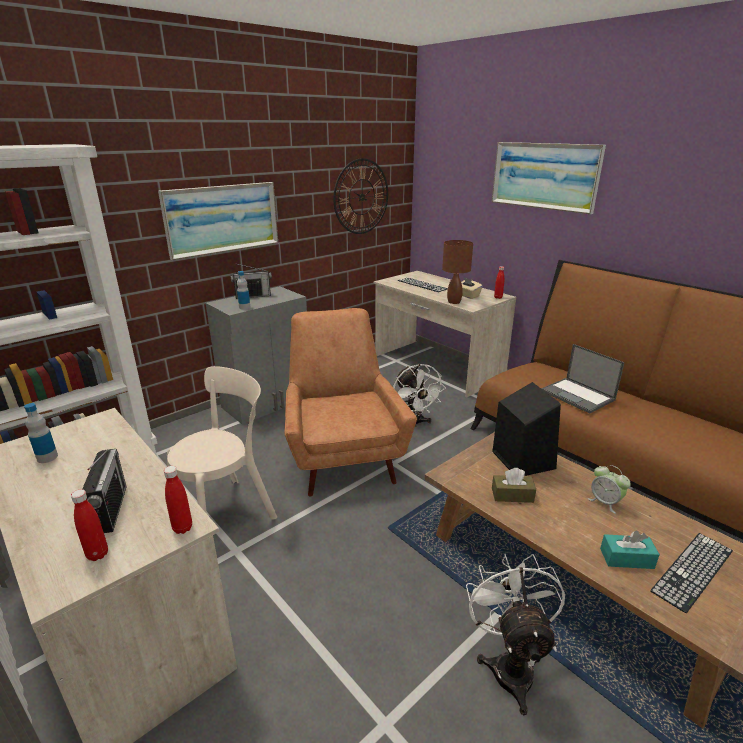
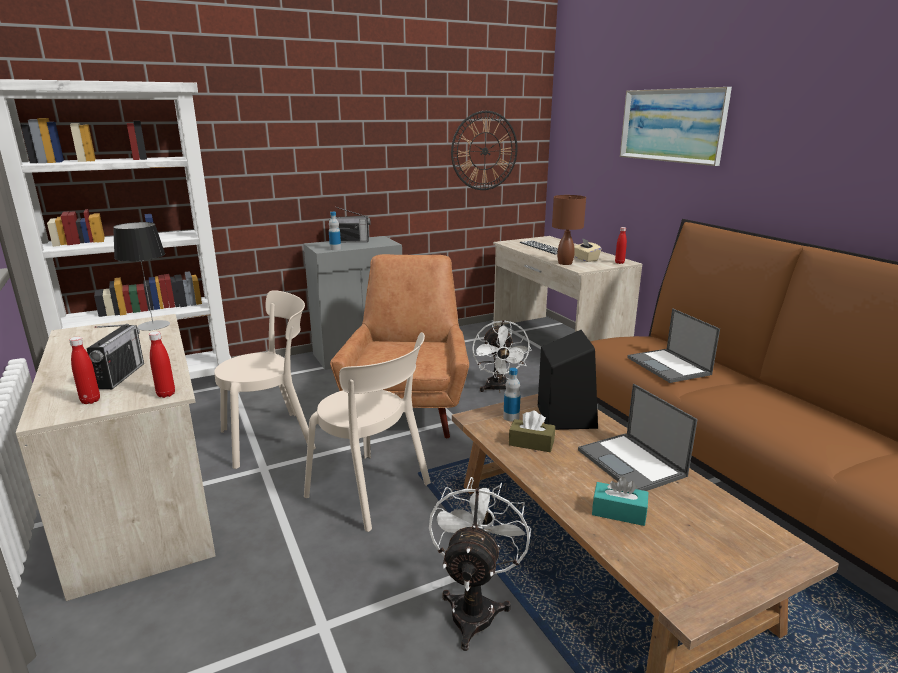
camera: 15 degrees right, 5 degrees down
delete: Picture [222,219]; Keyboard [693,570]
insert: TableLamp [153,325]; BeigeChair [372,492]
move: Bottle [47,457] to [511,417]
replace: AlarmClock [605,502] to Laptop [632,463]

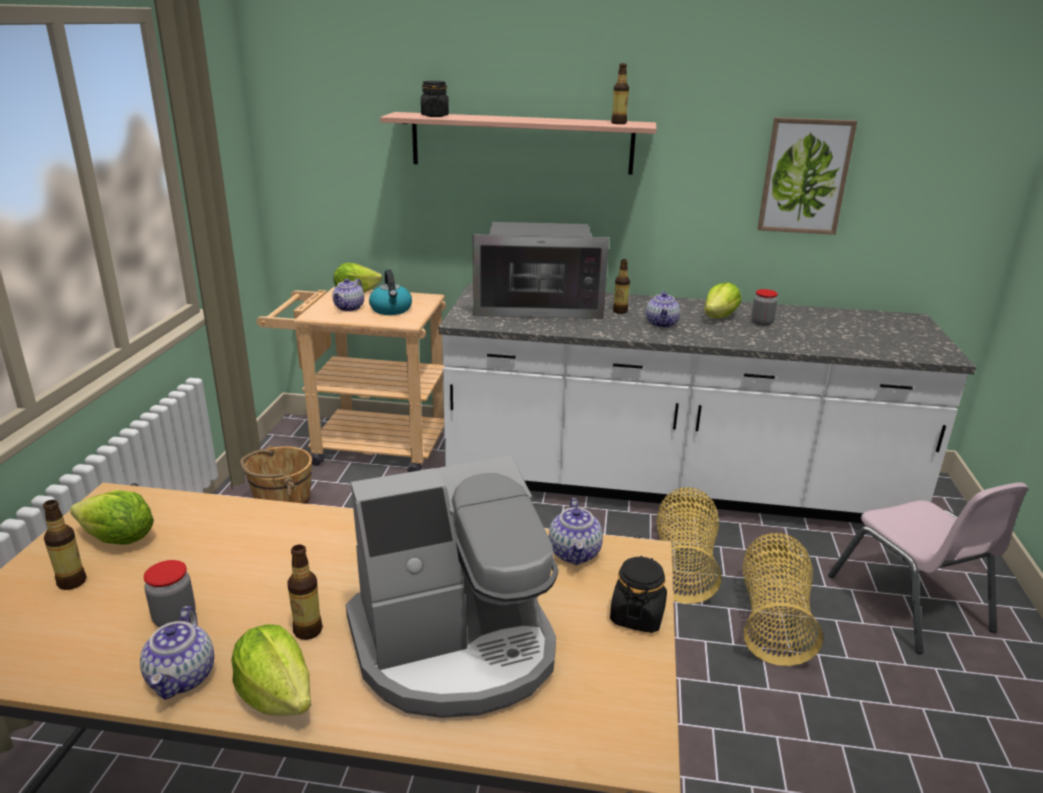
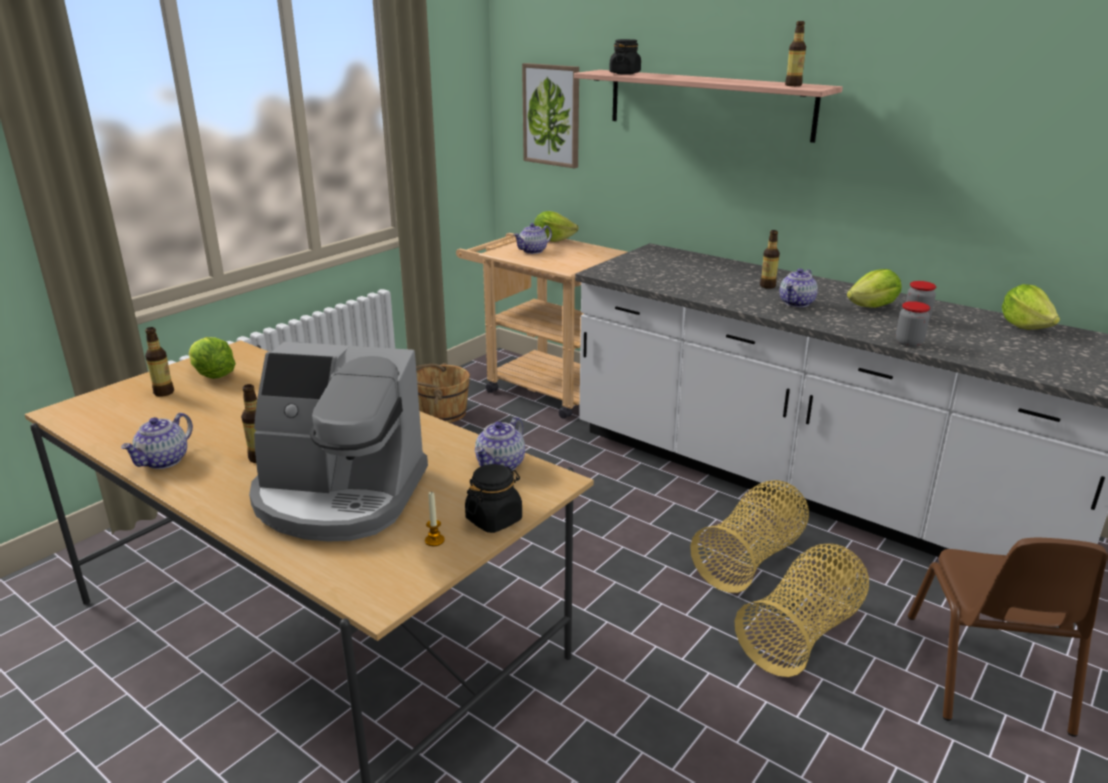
camera: 30 degrees right, 0 degrees up
delete: Kettle [391,310]; Microwave [538,306]
insert: Candle [434,540]
move: Picture [804,176] to [552,115]; Jar [175,619] to [909,342]; Lettuce [277,695] to [1025,326]
recolor: PinkChair [909,603] to BrownChair [986,672]

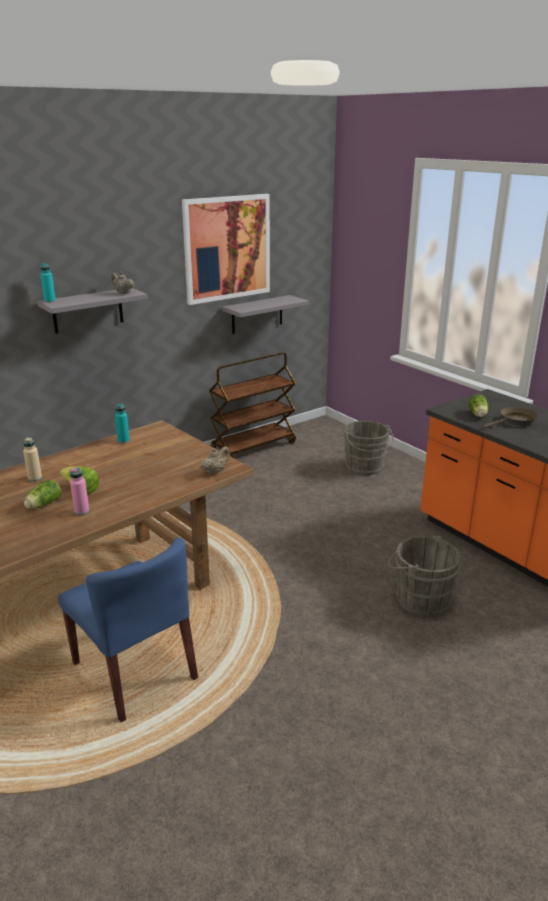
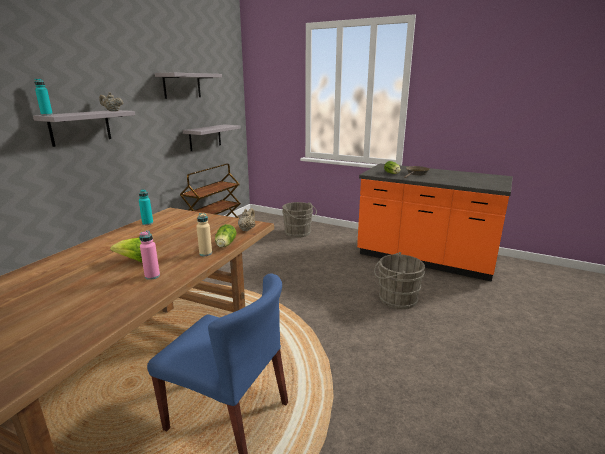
camera: 25 degrees left, 5 degrees down
move: BeigeBottle [35,478] to [205,253]; Lettuce [43,505] to [225,245]
replace: Picture [227,248] to GreyShelf [182,85]

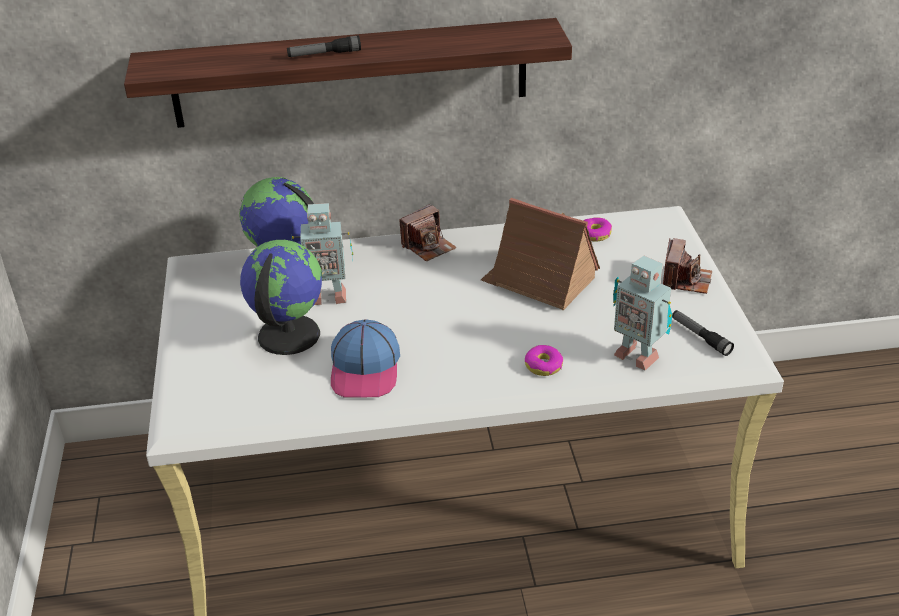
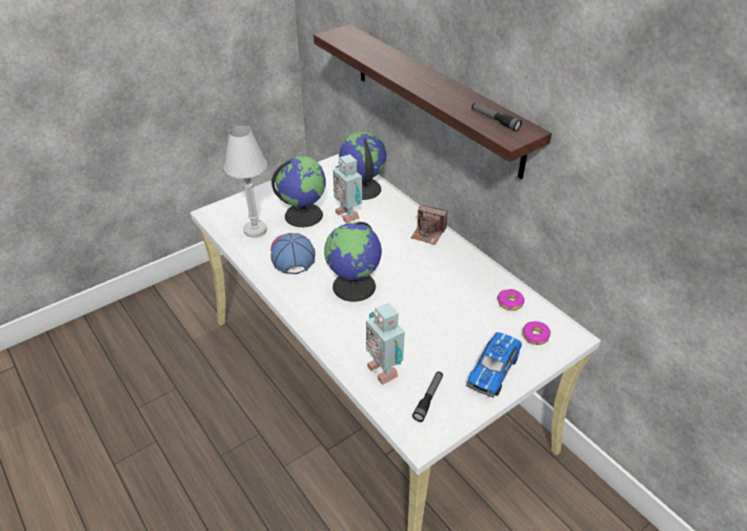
camera: 60 degrees right, 5 degrees up
delete: ToyHouse [539,280]
insert: WhiteTableLamp [255,230]; Globe [355,286]
move: Flashlight [324,54] to [494,120]; Donut [543,366] to [535,336]
replace: PhotoCamera [685,280] to ToyCar [493,370]
rotate: Cap [365,369] = [292,254] 105 degrees clockwise; ToyRobot [637,355] = [384,369] 45 degrees counterclockwise

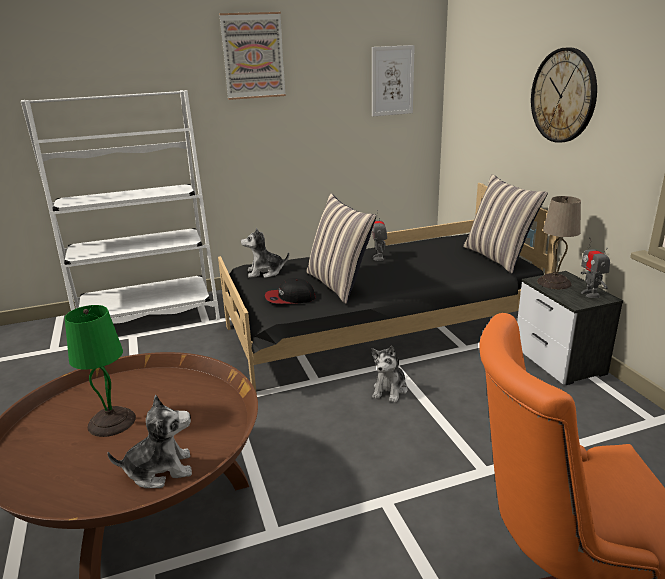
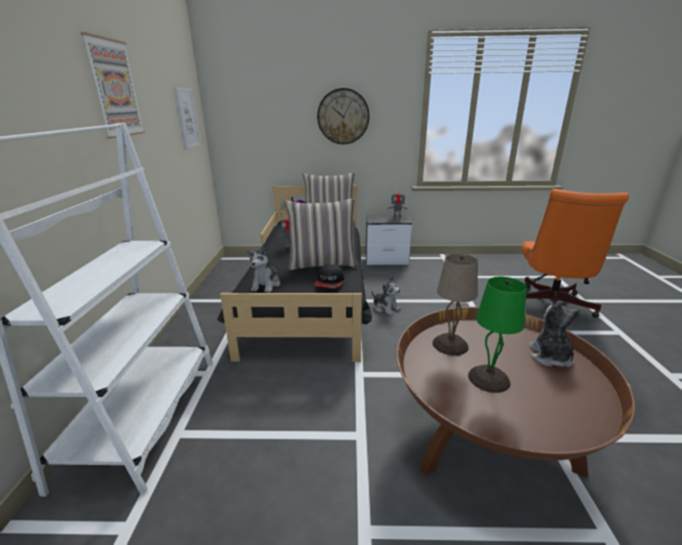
camera: 70 degrees left, 0 degrees up
move: BeigeTableLamp [554,282] to [450,344]

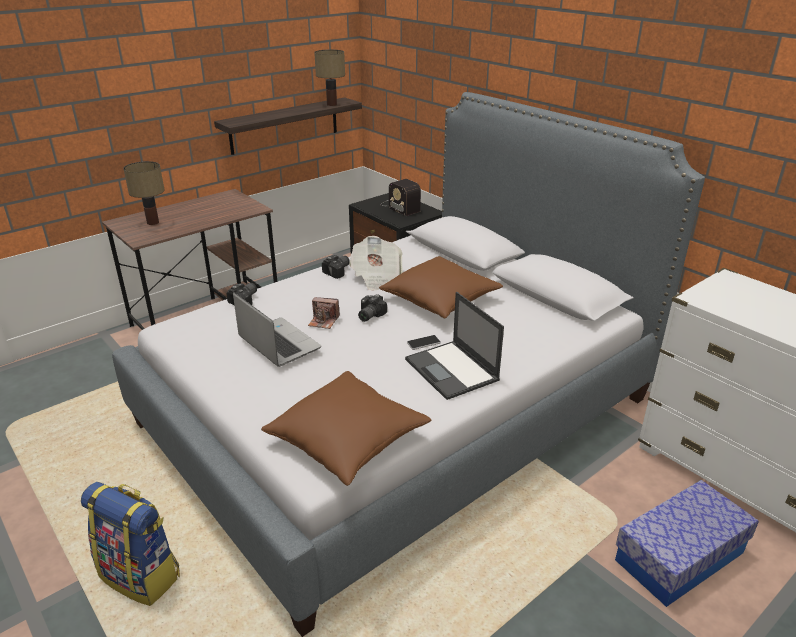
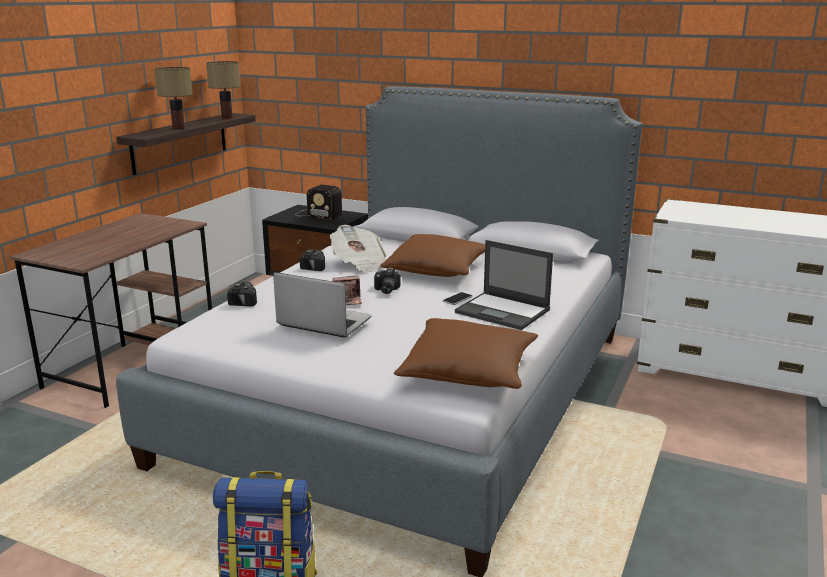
camera: 25 degrees left, 10 degrees down
delete: StorageBox [679,556]
move: TableLamp [153,222] to [178,128]

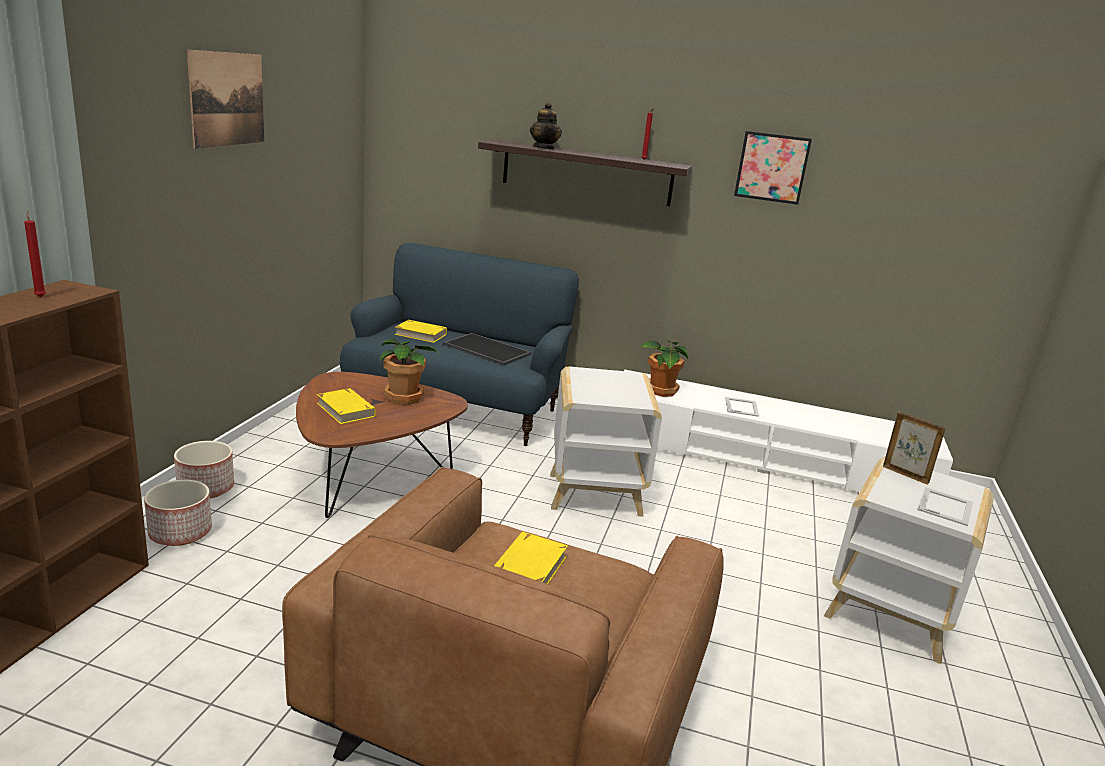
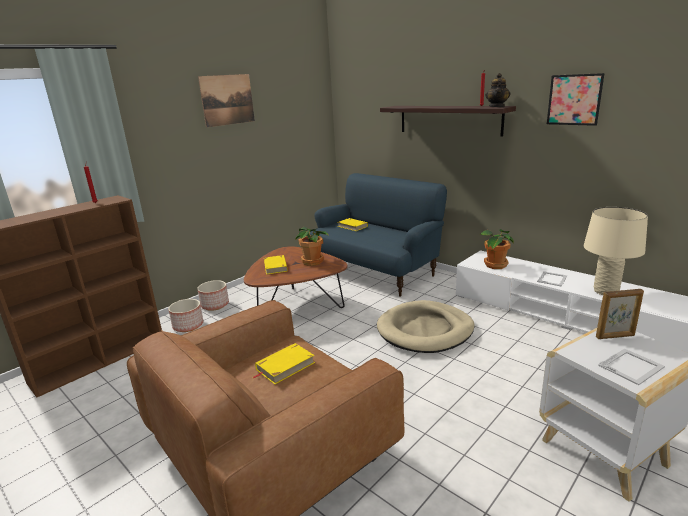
camera: 30 degrees right, 0 degrees up
delete: Tray [485,349]
insert: BeigeTableLamp [605,291]
move: Teapot [544,148] to [497,107]
replace: WhiteSideTable [596,494] to BeigeDogBed [425,330]
rotate: PictureFrame [905,474] = [615,336] 105 degrees clockwise

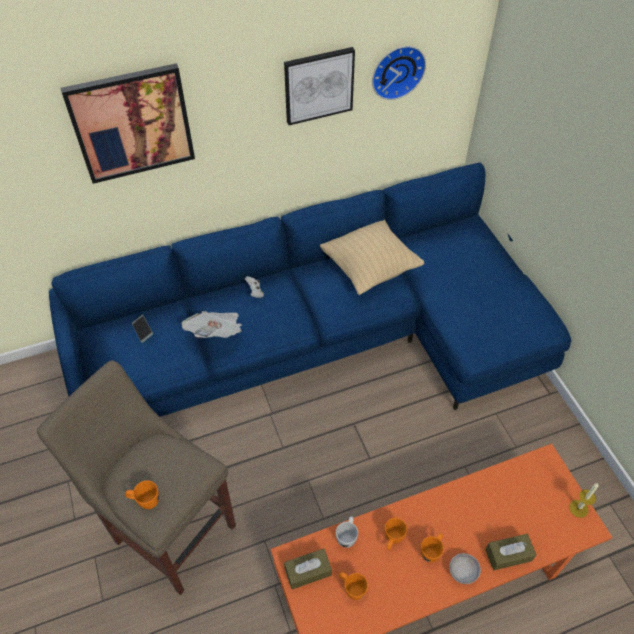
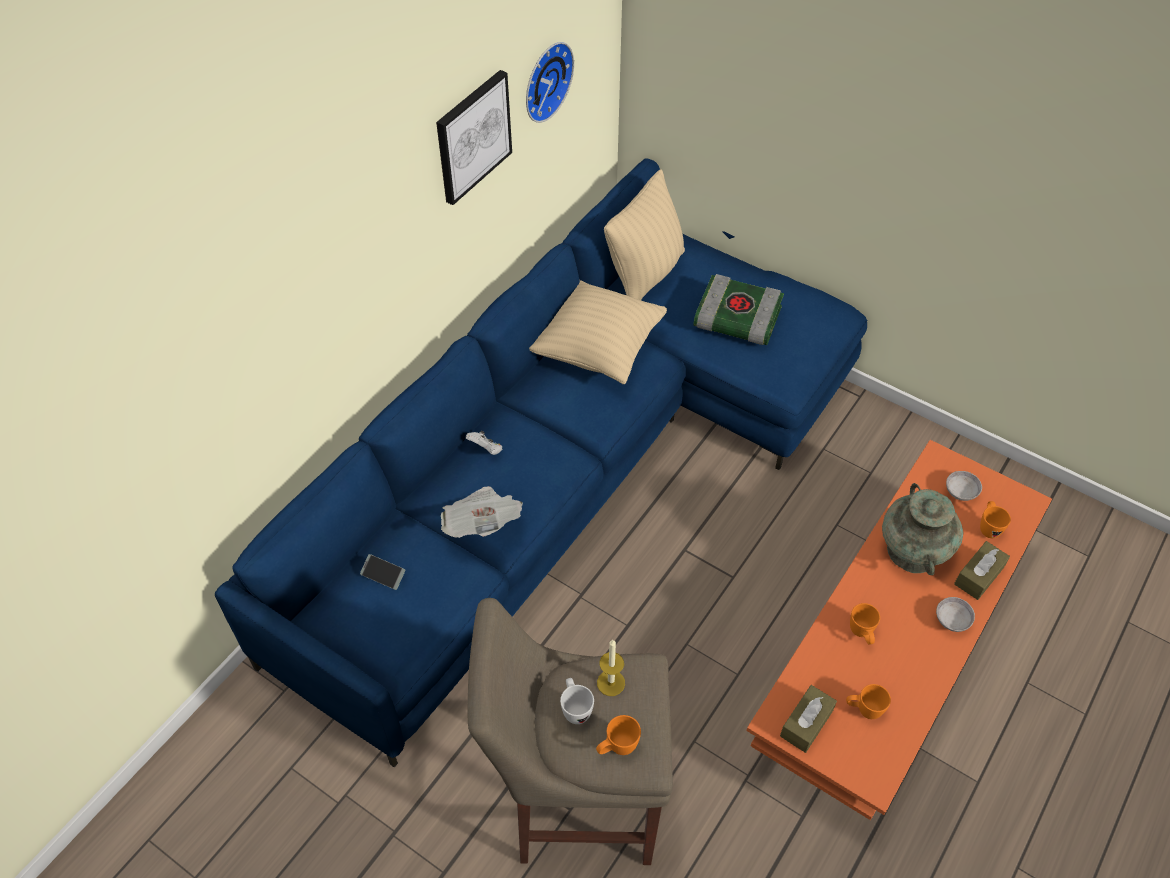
camera: 35 degrees left, 0 degrees up
delete: Picture [132,123]
insert: BeigePillow [645,275]; Book [735,319]; TurquoiseVase [912,550]; GreyBowl [960,492]
move: WhiteMug [347,536] to [575,708]; Candle [578,508] to [611,683]; OrangeMug [431,551] to [988,527]

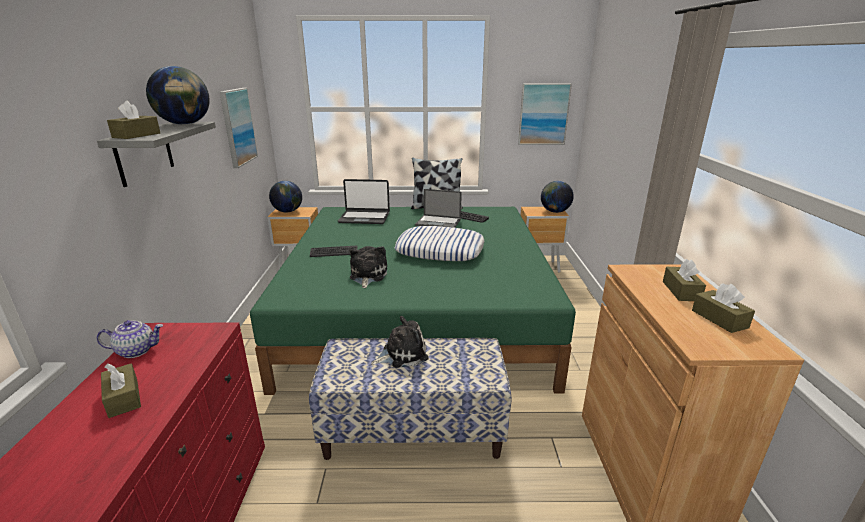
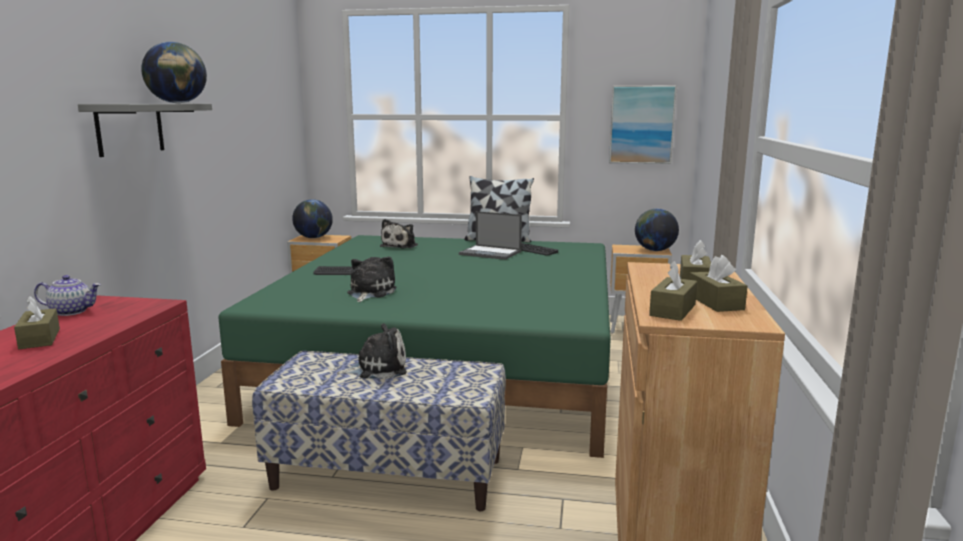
camera: 10 degrees right, 10 degrees down
delete: Picture [238,127]; Pillow [440,250]
move: BrownTissueBox [136,135] to [672,310]
replace: Laptop [364,218] to PlushToy [400,246]

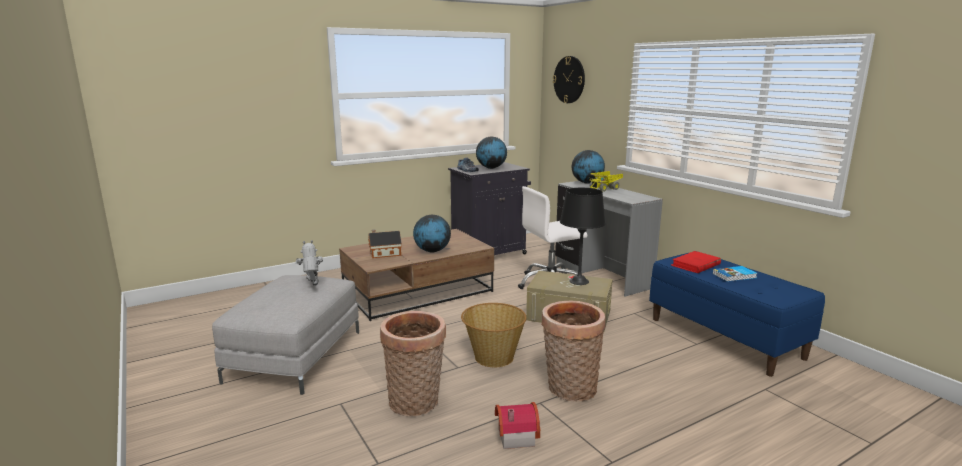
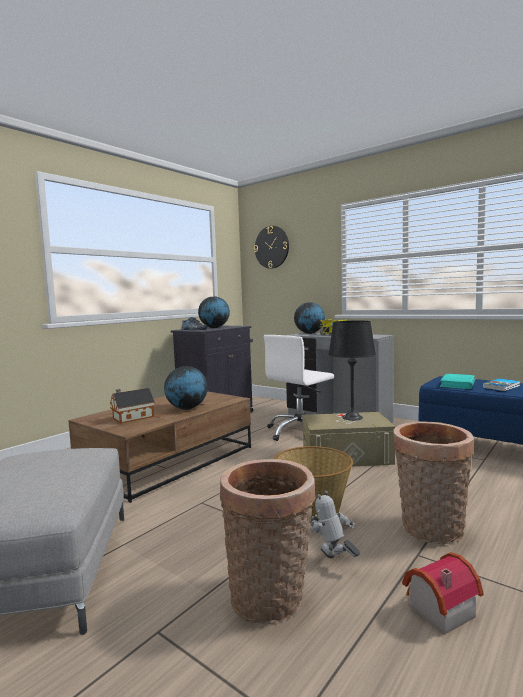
camera: 20 degrees left, 10 degrees down
move: ToyRobot [312,287] to [333,561]
recolor: RedBook [695,265] to TurquoiseBook [457,384]

